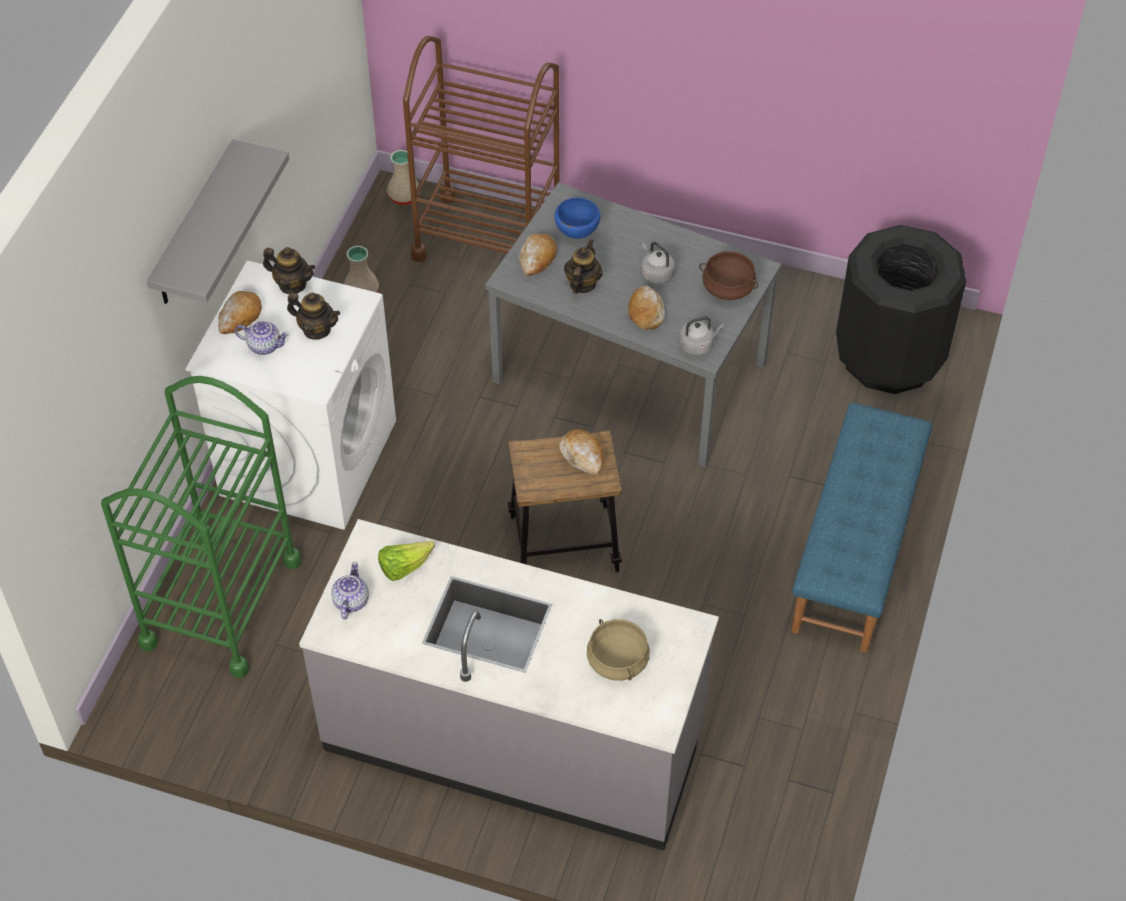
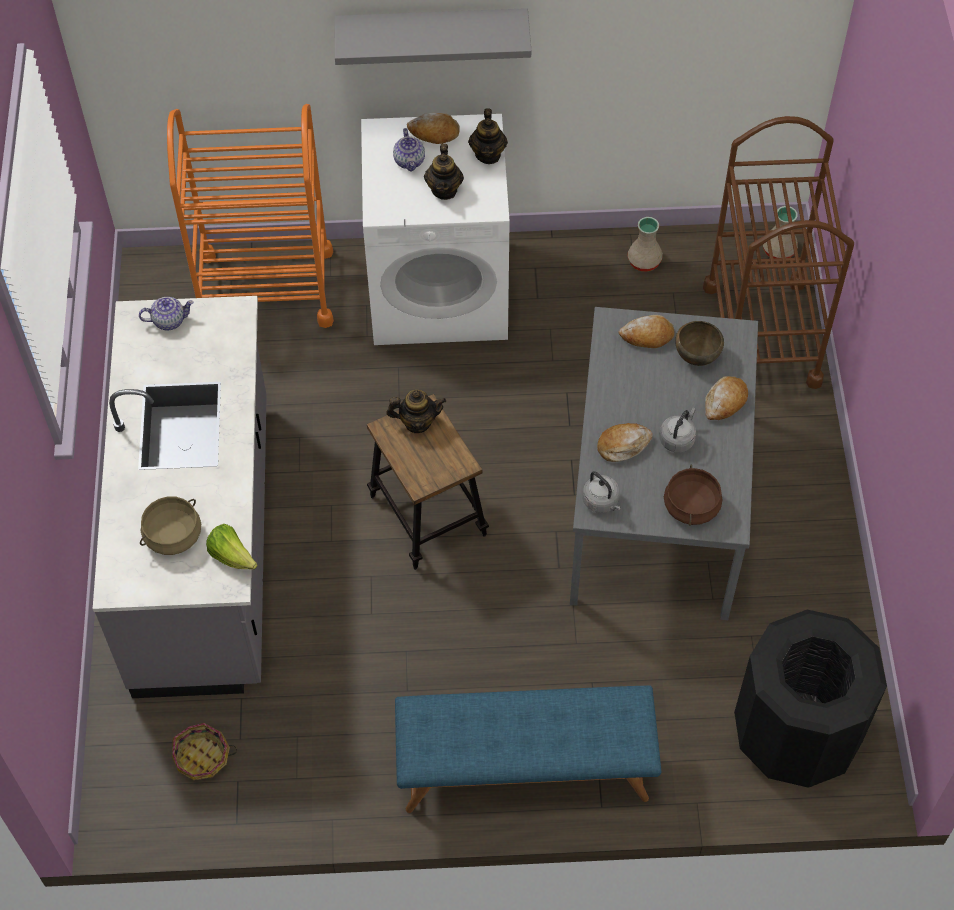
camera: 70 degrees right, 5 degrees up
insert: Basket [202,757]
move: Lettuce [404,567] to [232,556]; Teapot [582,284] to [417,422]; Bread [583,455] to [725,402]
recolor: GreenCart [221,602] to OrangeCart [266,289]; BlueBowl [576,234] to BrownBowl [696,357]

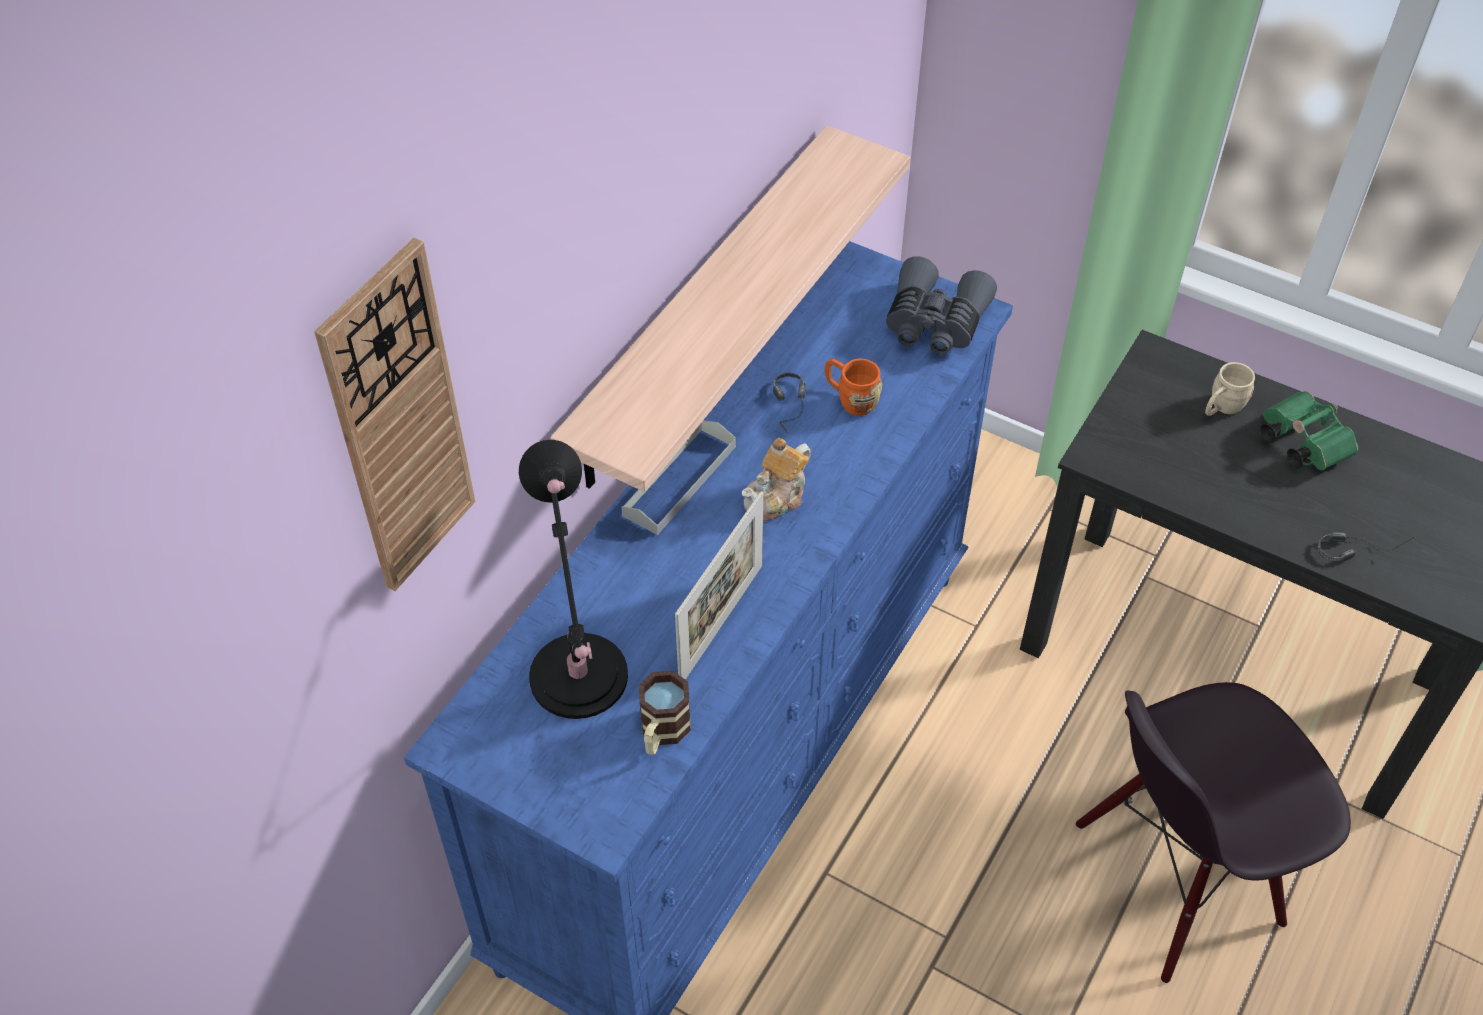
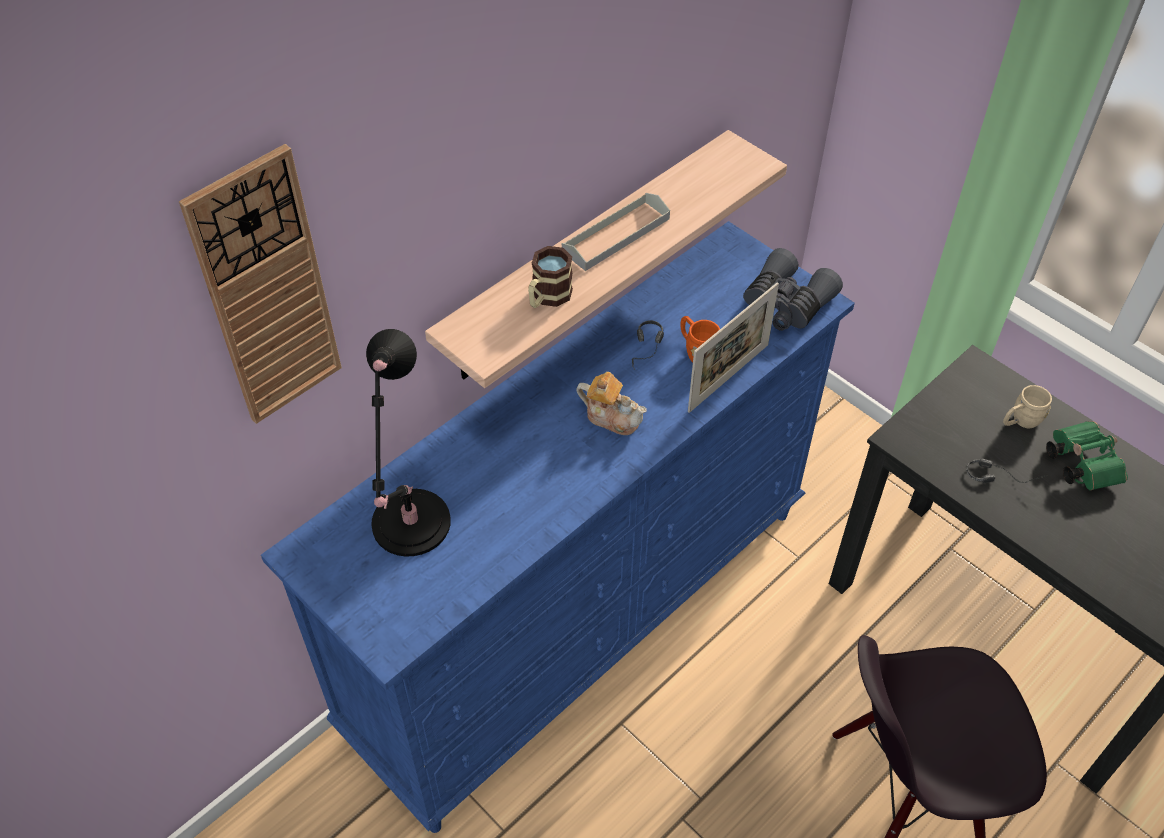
camera: 15 degrees right, 0 degrees up
move: Mug [662,733] to [547,298]; GreyTray [680,480] to [616,235]; PictureFrame [721,623] to [728,377]; Headphones [1361,547] to [1003,475]
rotate: Teapot [777,497] = [612,417] 120 degrees counterclockwise

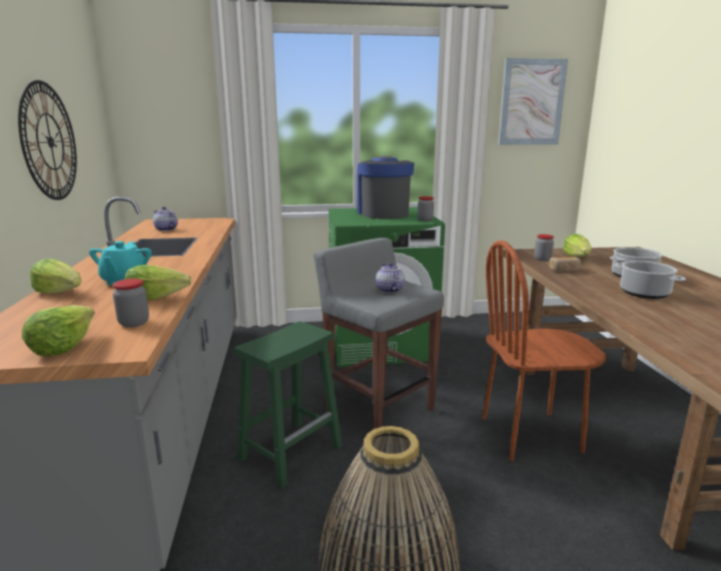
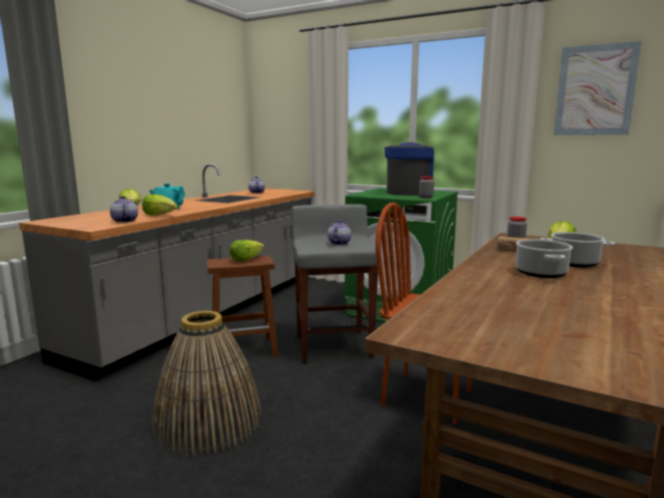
camera: 35 degrees right, 5 degrees down
delete: WallClock [50,142]
move: Lettuce [63,347] to [246,259]
replace: Jar [134,323] to Teapot [124,221]
recolor: GreenStool [291,451] to BrownStool [245,350]

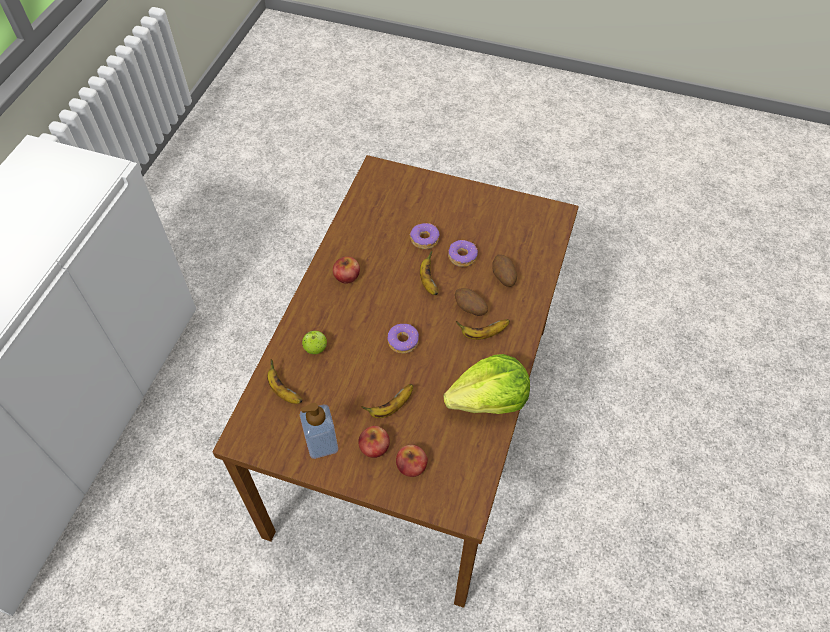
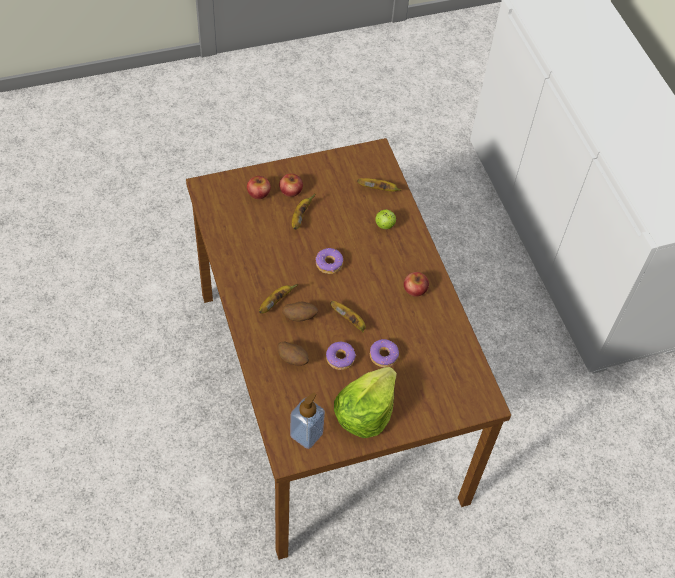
camera: 140 degrees right, 0 degrees up
move: SoapDispenser [322,444] to [306,434]; Lettuce [489,400] to [365,412]

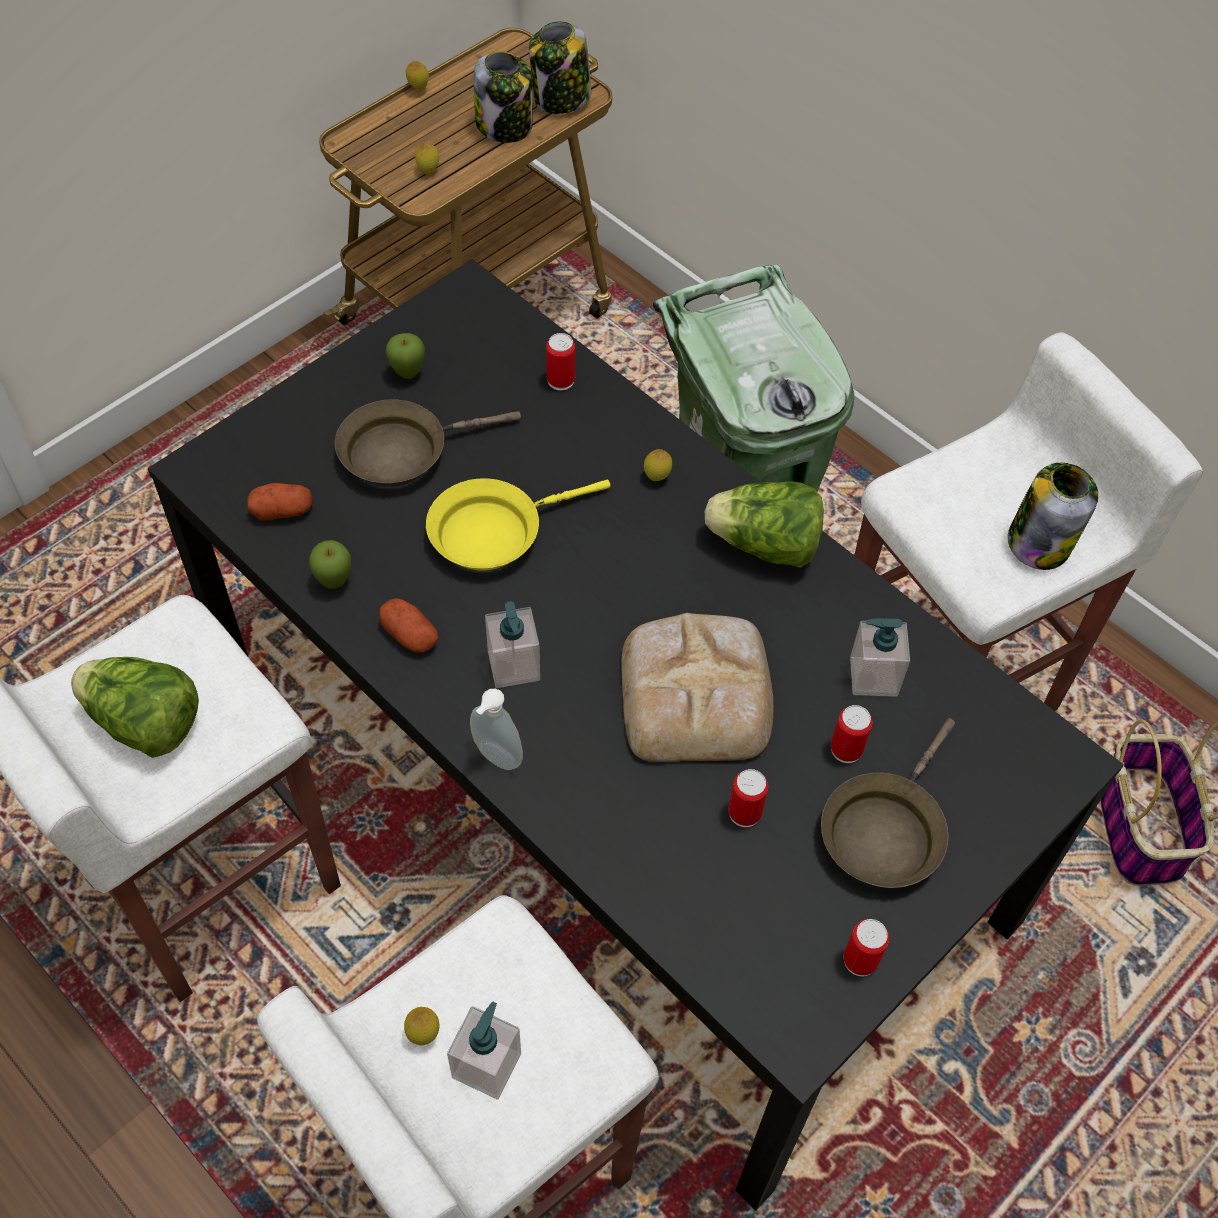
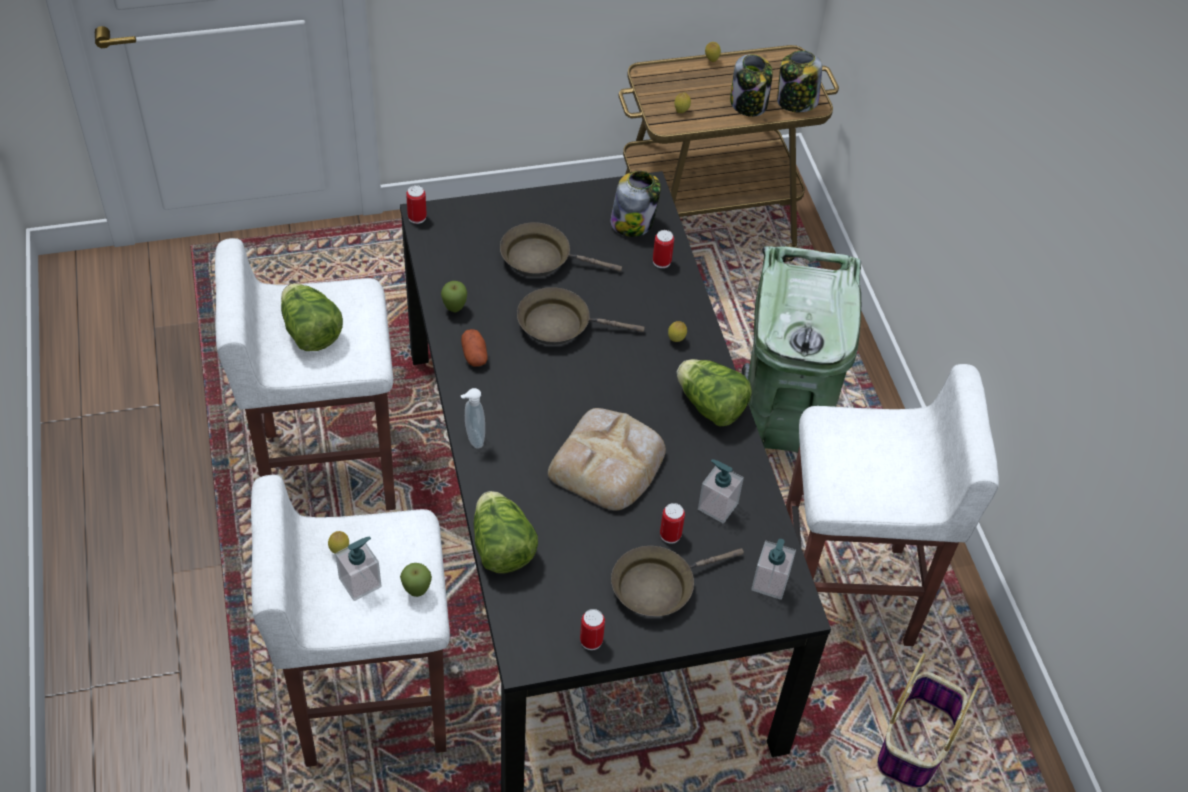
camera: 30 degrees right, 5 degrees down
delete: Potato [282,510]
insert: Lettuce [501,547]
move: Apple [408,374] to [417,591]; Can [744,812] to [417,217]; Jar [1039,541] to [633,222]; SoapDispenser [514,666] to [770,583]
recolor: YellowFryingPan [493,532] to BrownFryingPan [560,324]

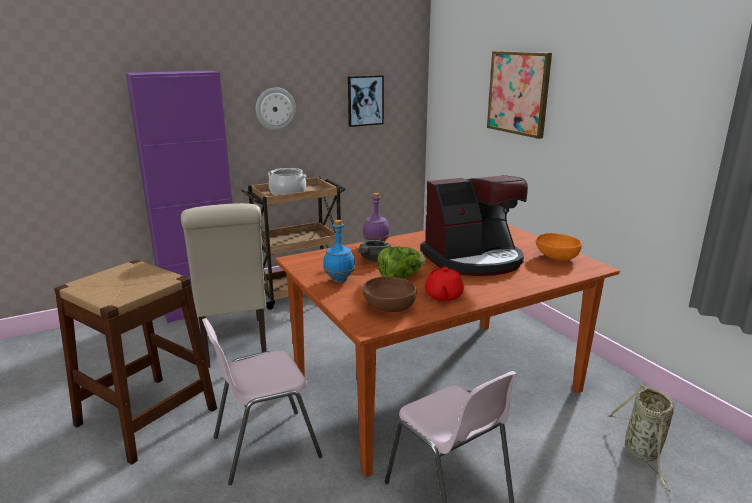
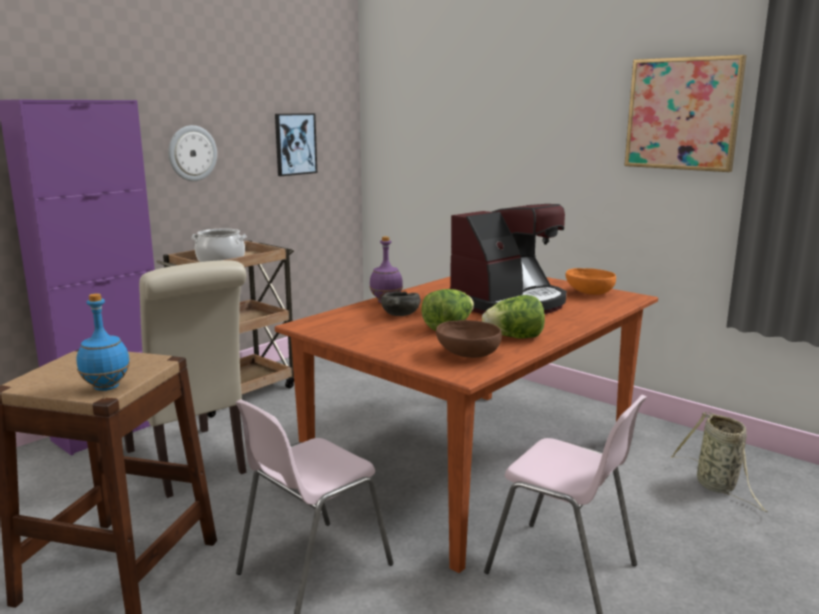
camera: 20 degrees left, 5 degrees down
move: BlueBottle [339,280] to [105,387]; Picture [519,93] to [682,114]
replace: RedTeapot [443,296] to Lettuce [514,338]

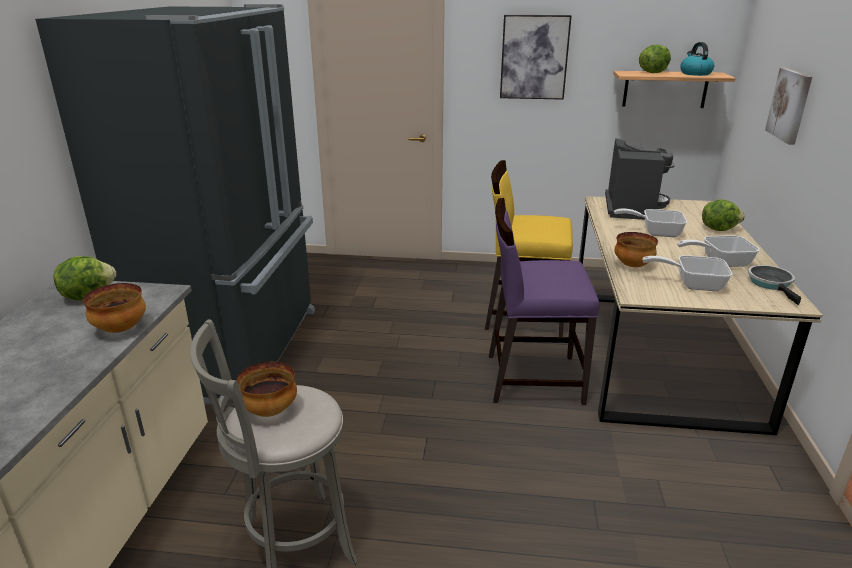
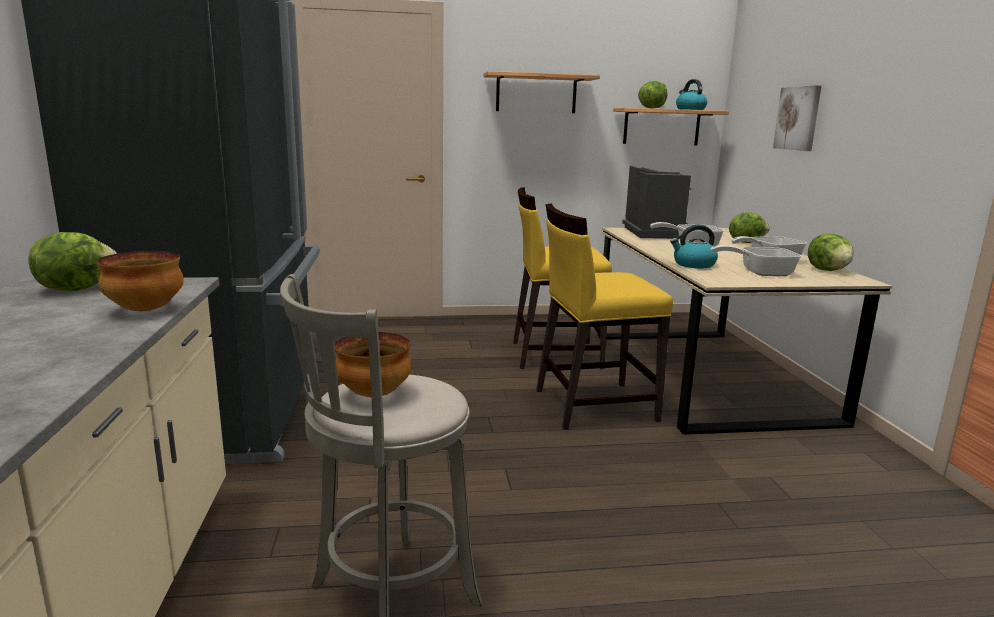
camera: 15 degrees left, 10 degrees down
replace: Picture [534,57] to Shelf [536,93]; Bowl [633,266] to Kettle [693,265]; FryingPan [771,284] to Lettuce [828,270]
recolor: PurpleChair [532,378] to YellowChair [593,405]

